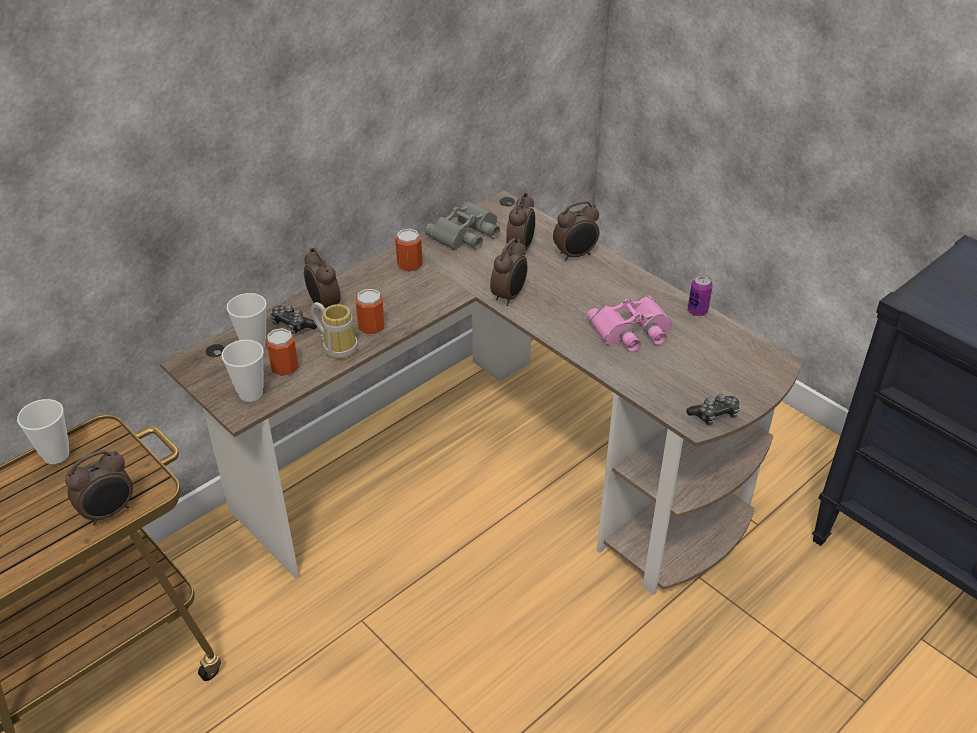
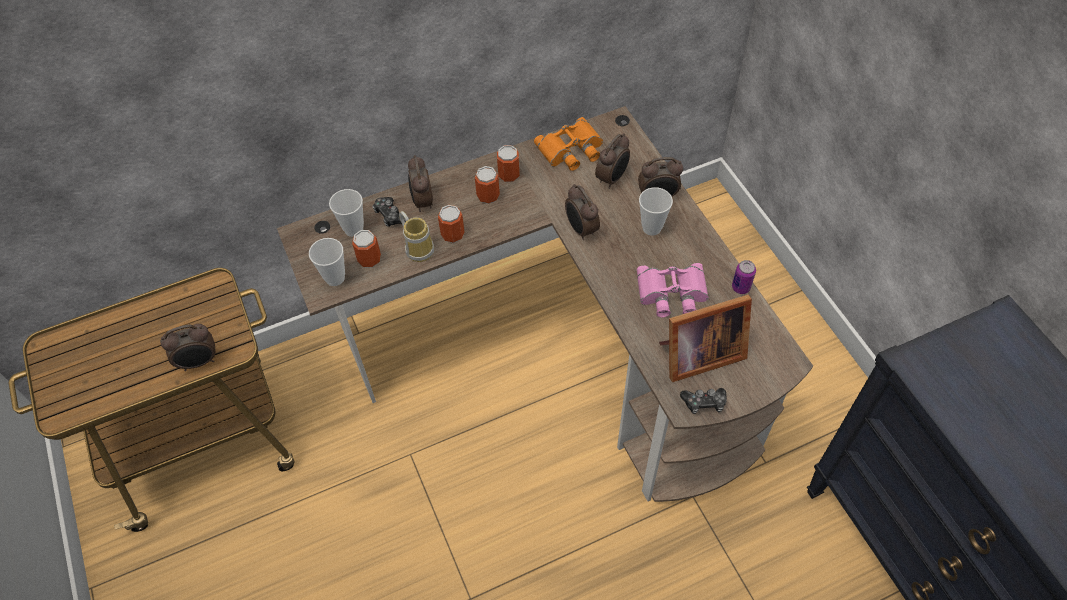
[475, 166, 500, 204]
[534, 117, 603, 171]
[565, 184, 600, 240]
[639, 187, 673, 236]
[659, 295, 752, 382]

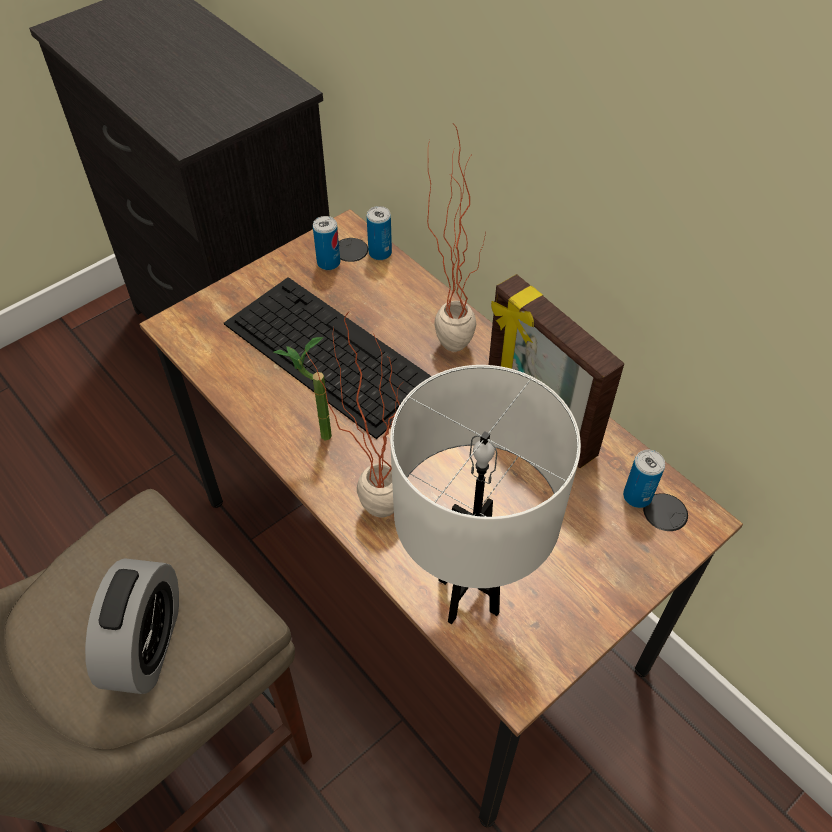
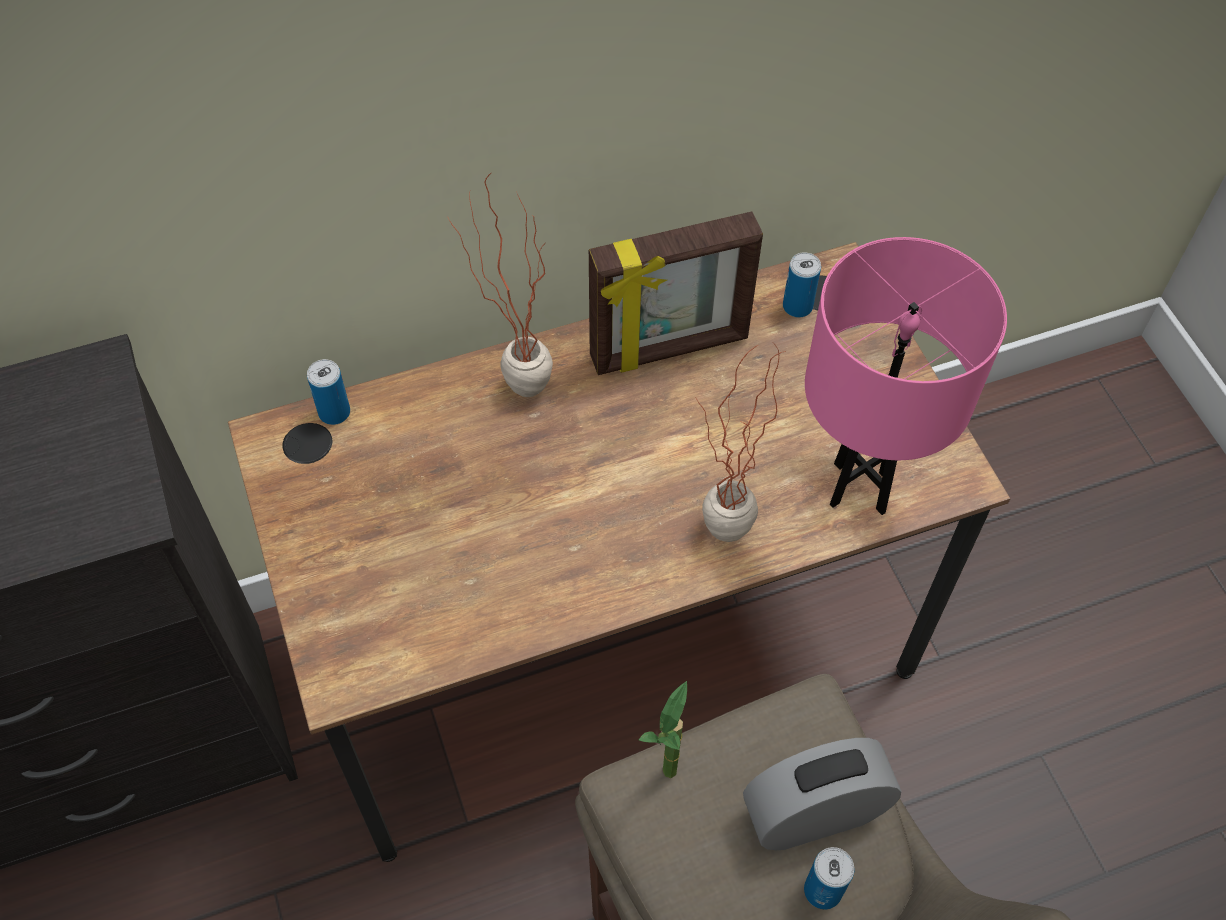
[639, 681, 687, 778]
[743, 738, 901, 850]
[804, 847, 854, 909]
[805, 237, 1007, 515]
[224, 277, 431, 439] (first image)

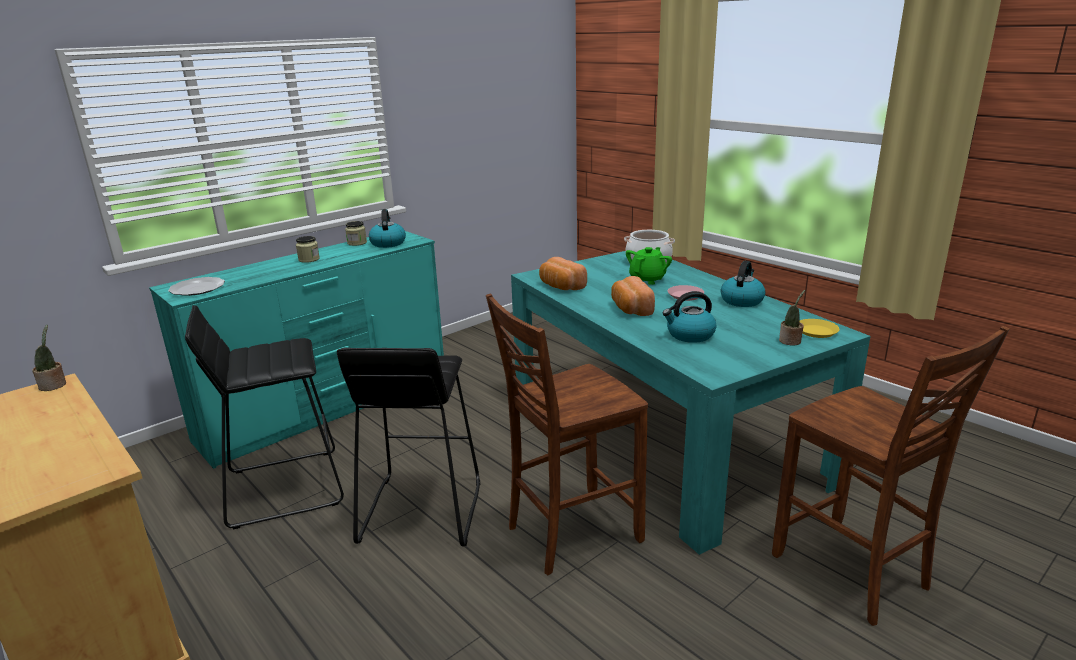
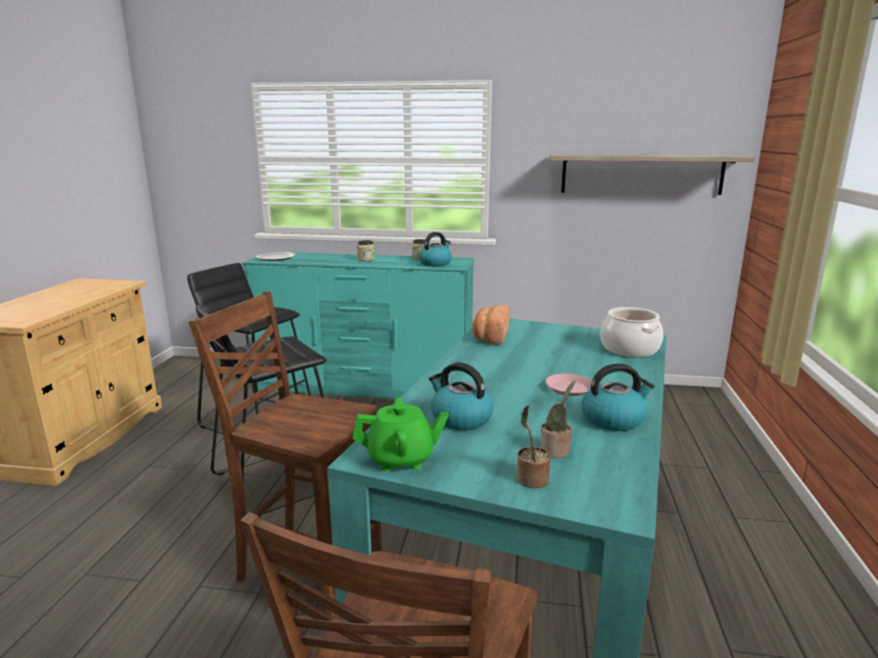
[352, 398, 449, 472]
[540, 381, 575, 458]
[549, 154, 755, 195]
[611, 276, 655, 316] (first image)
[799, 319, 840, 338] (first image)

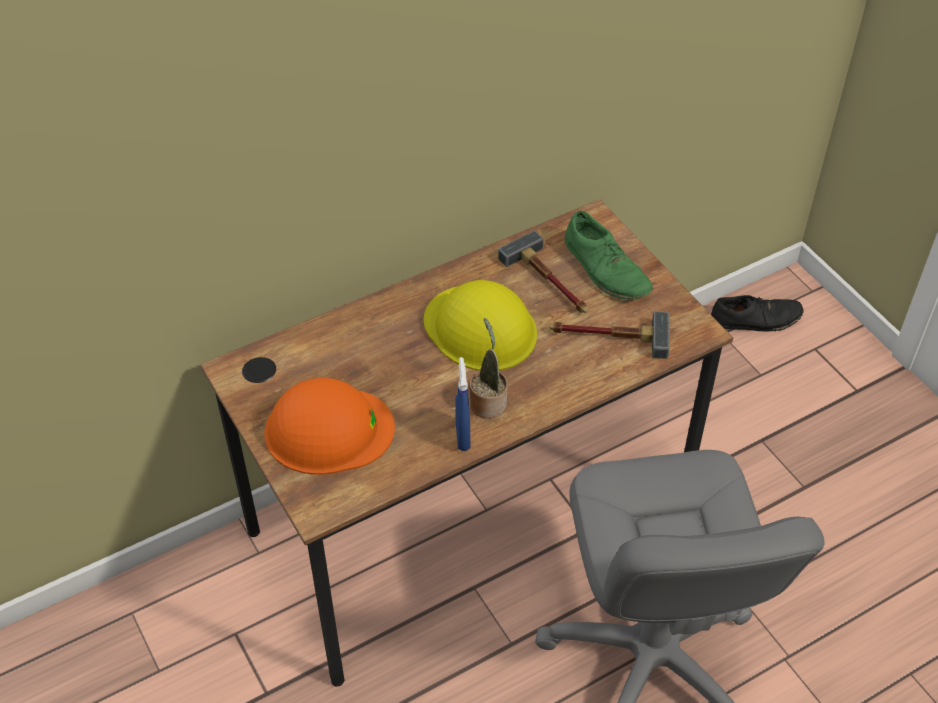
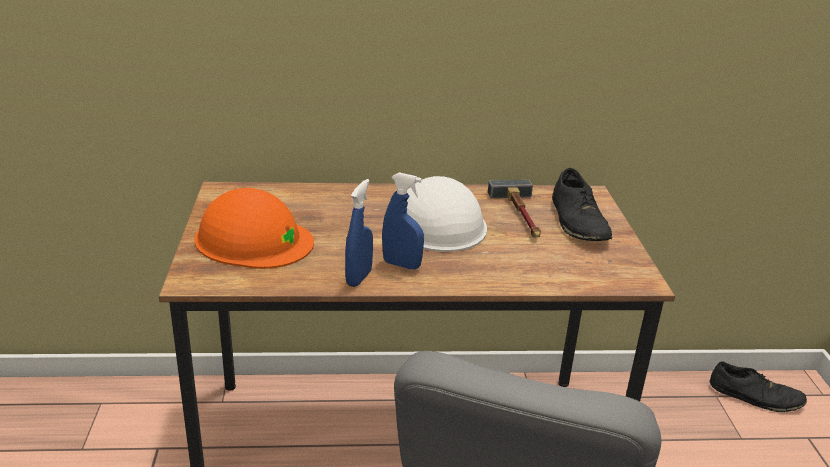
[382, 172, 424, 269]
[407, 176, 487, 252]
[552, 168, 612, 241]
[549, 312, 670, 359] (first image)

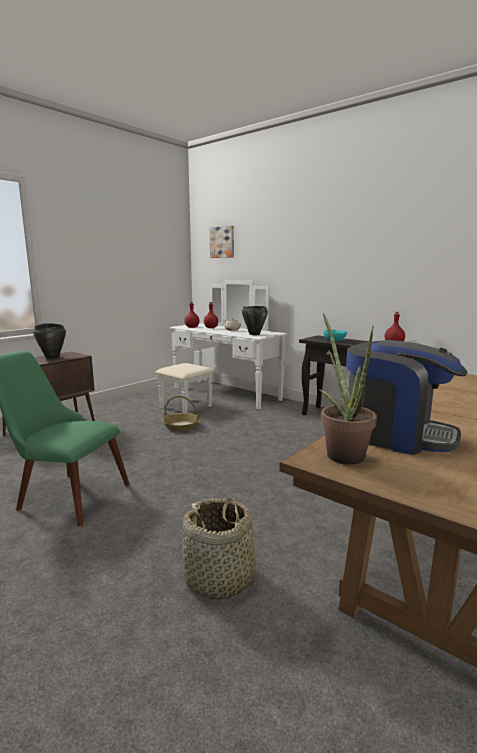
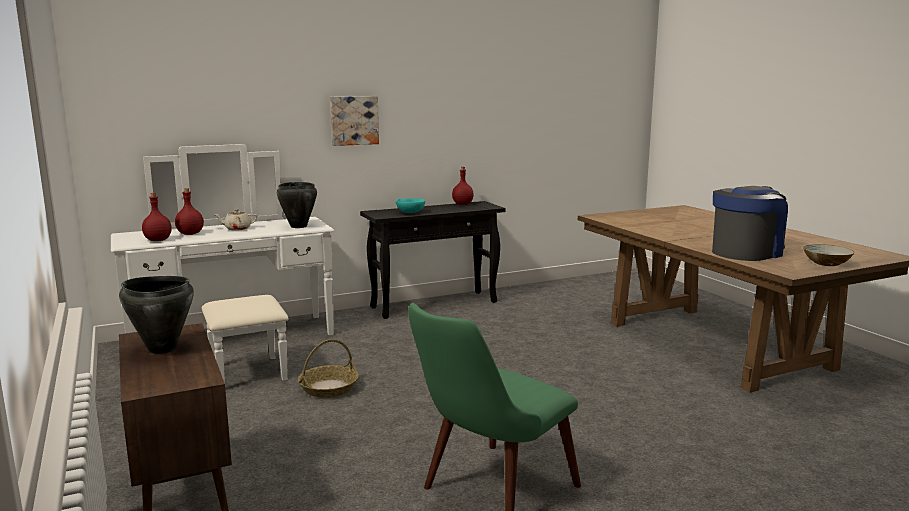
[330, 96, 379, 146]
[803, 244, 855, 266]
[182, 498, 264, 600] (first image)
[319, 313, 377, 465] (first image)

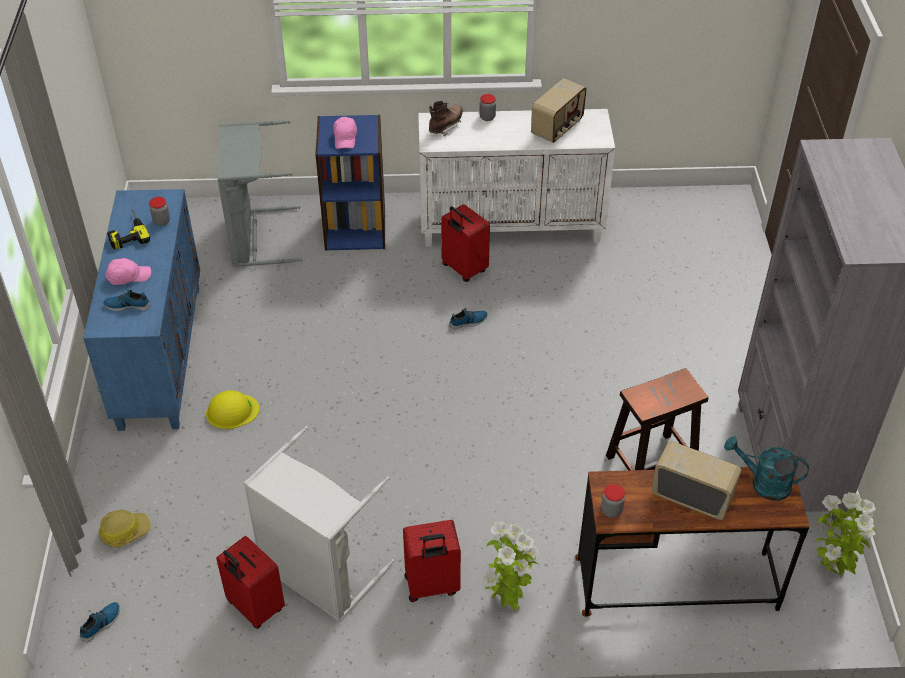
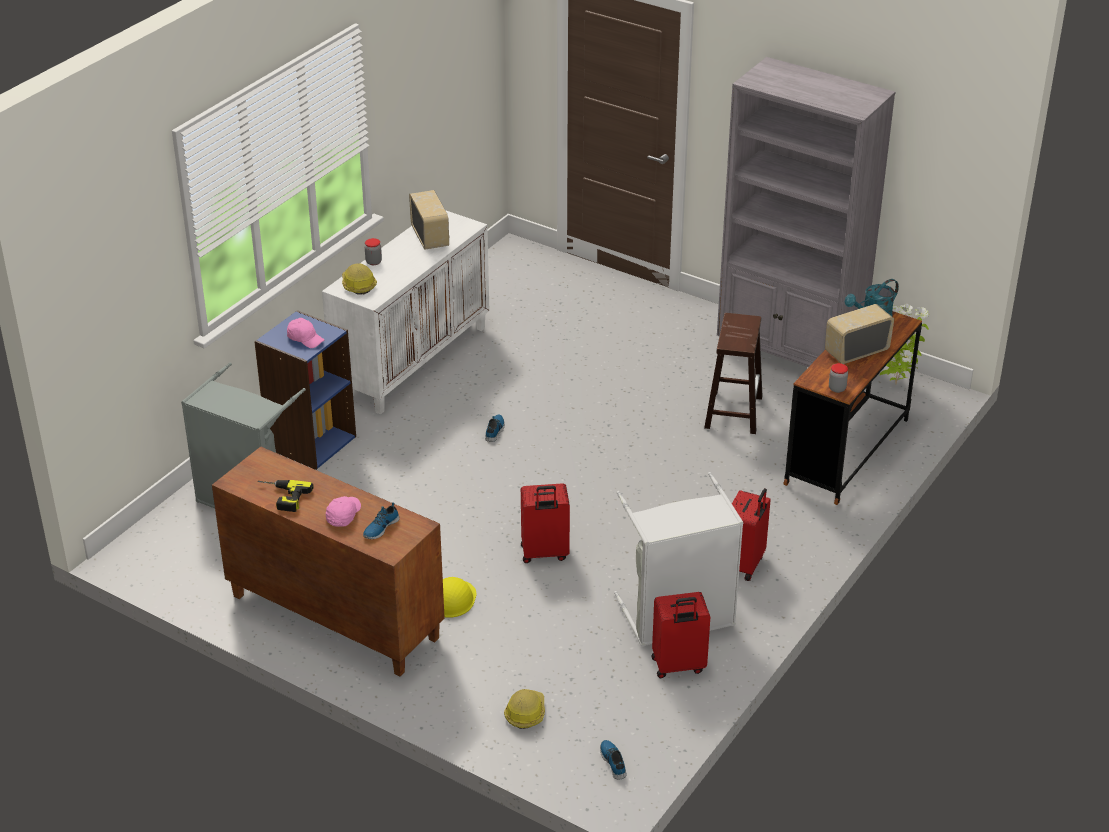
[212, 446, 445, 677]
[342, 263, 377, 295]
[521, 483, 570, 563]
[149, 197, 170, 226] (first image)
[483, 522, 539, 611] (first image)

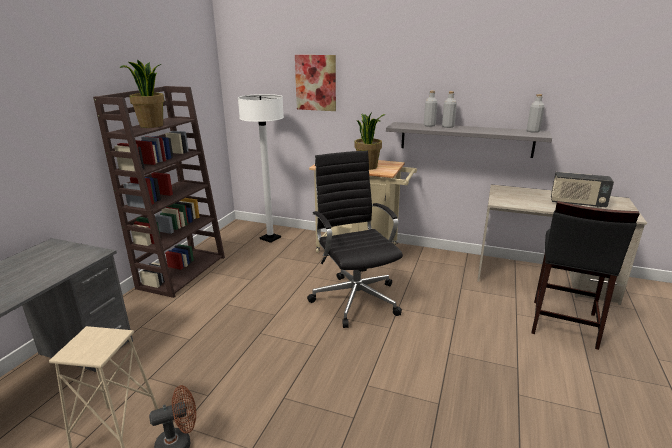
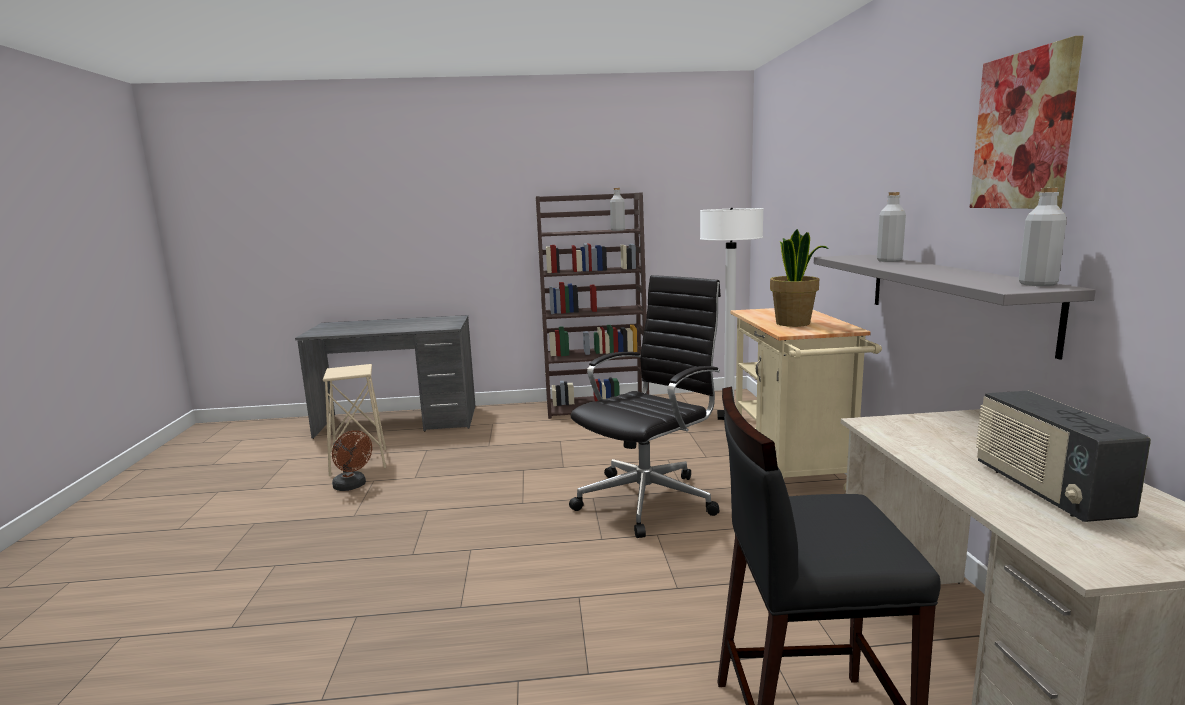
[610, 188, 625, 231]
[969, 36, 1084, 209]
[119, 59, 164, 128] (first image)

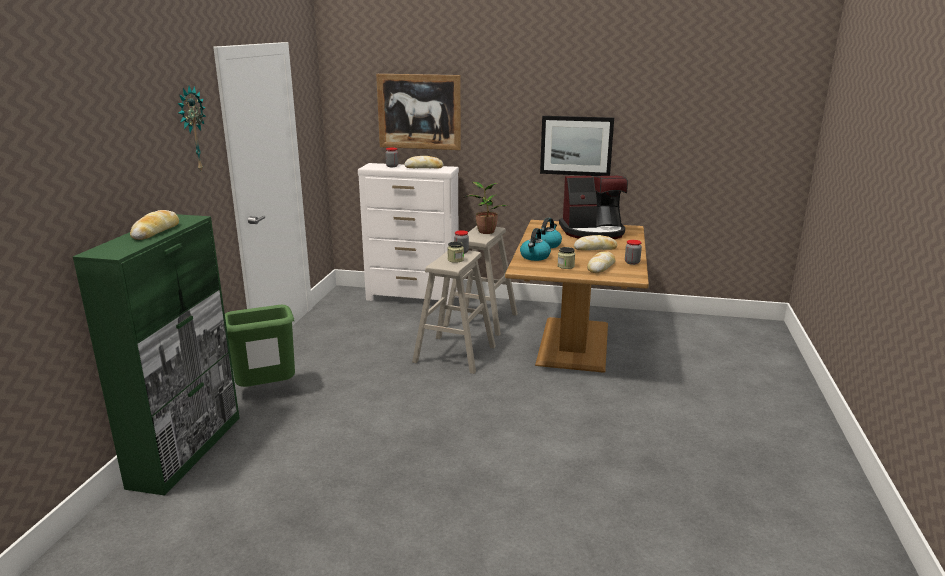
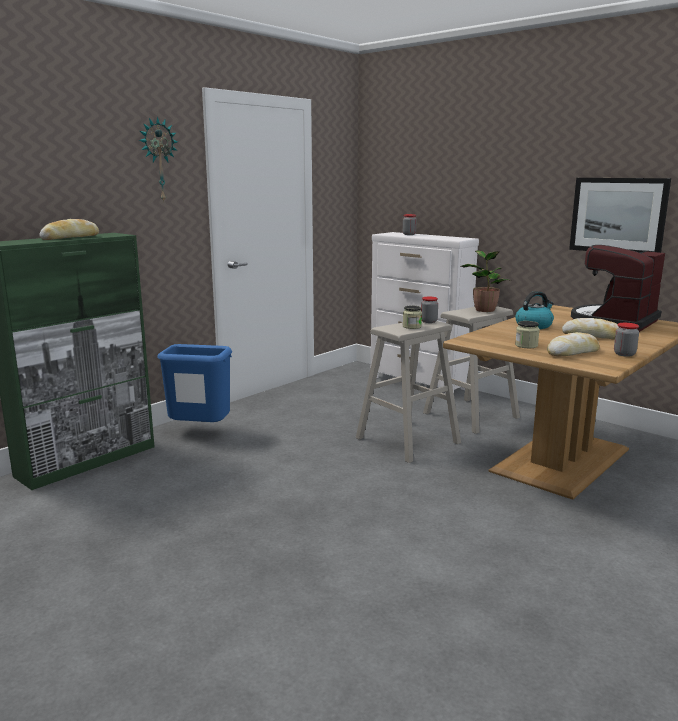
[157, 344, 232, 422]
[571, 245, 665, 332]
[376, 74, 461, 150] (first image)
[404, 156, 444, 168] (first image)
[520, 228, 551, 261] (first image)

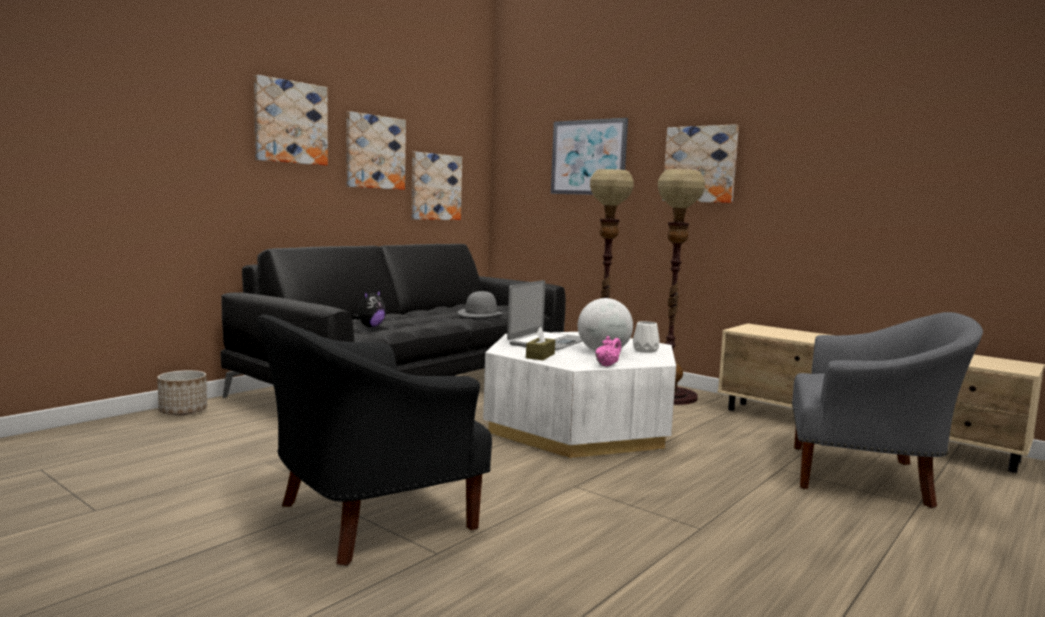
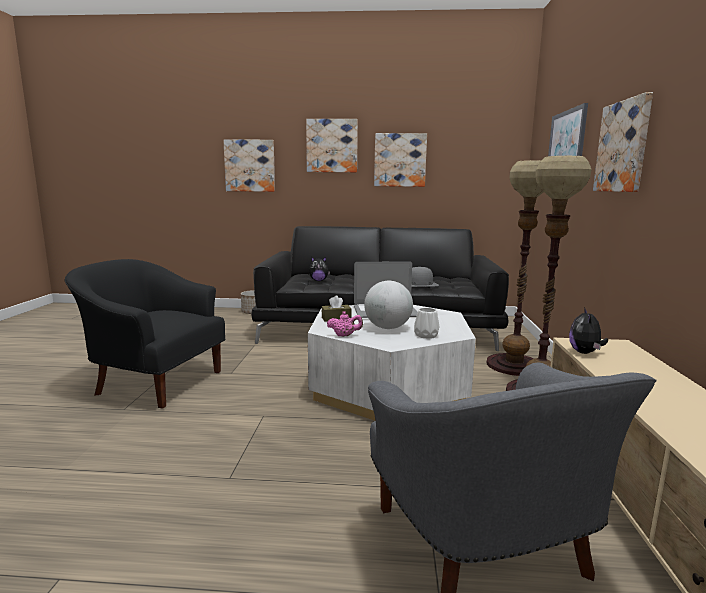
[223, 139, 275, 192]
[569, 307, 608, 354]

